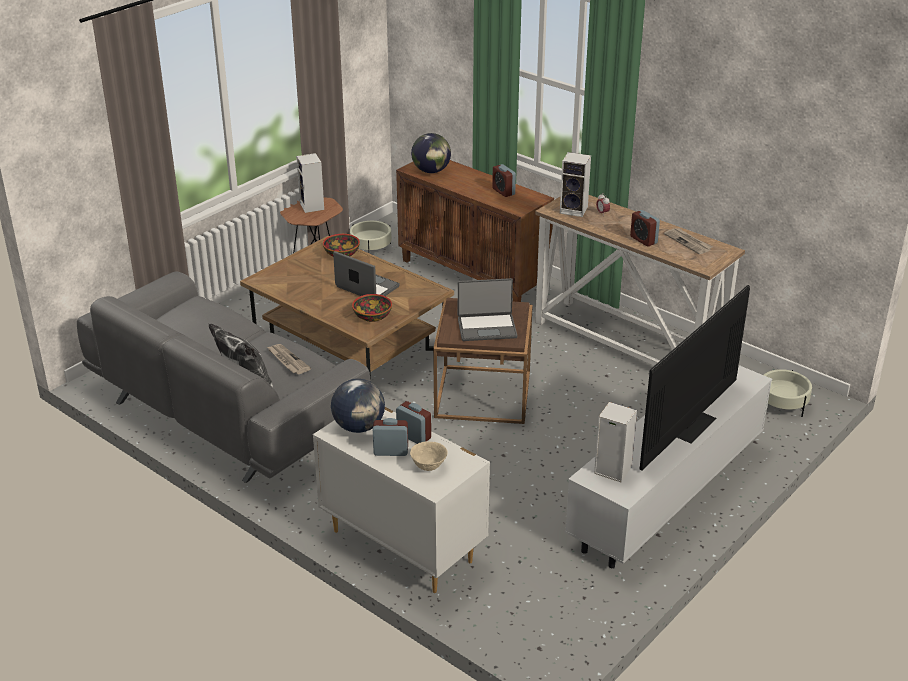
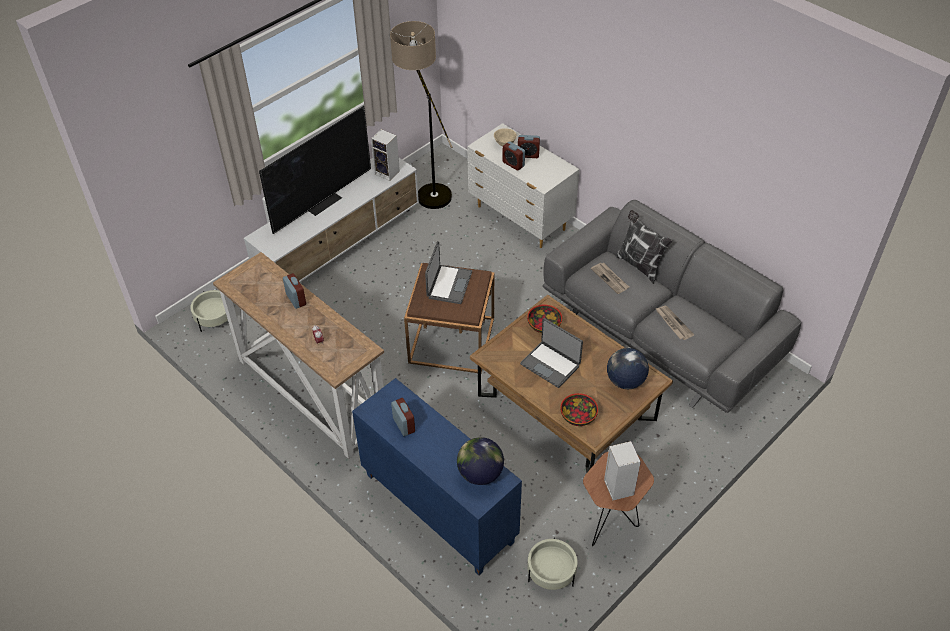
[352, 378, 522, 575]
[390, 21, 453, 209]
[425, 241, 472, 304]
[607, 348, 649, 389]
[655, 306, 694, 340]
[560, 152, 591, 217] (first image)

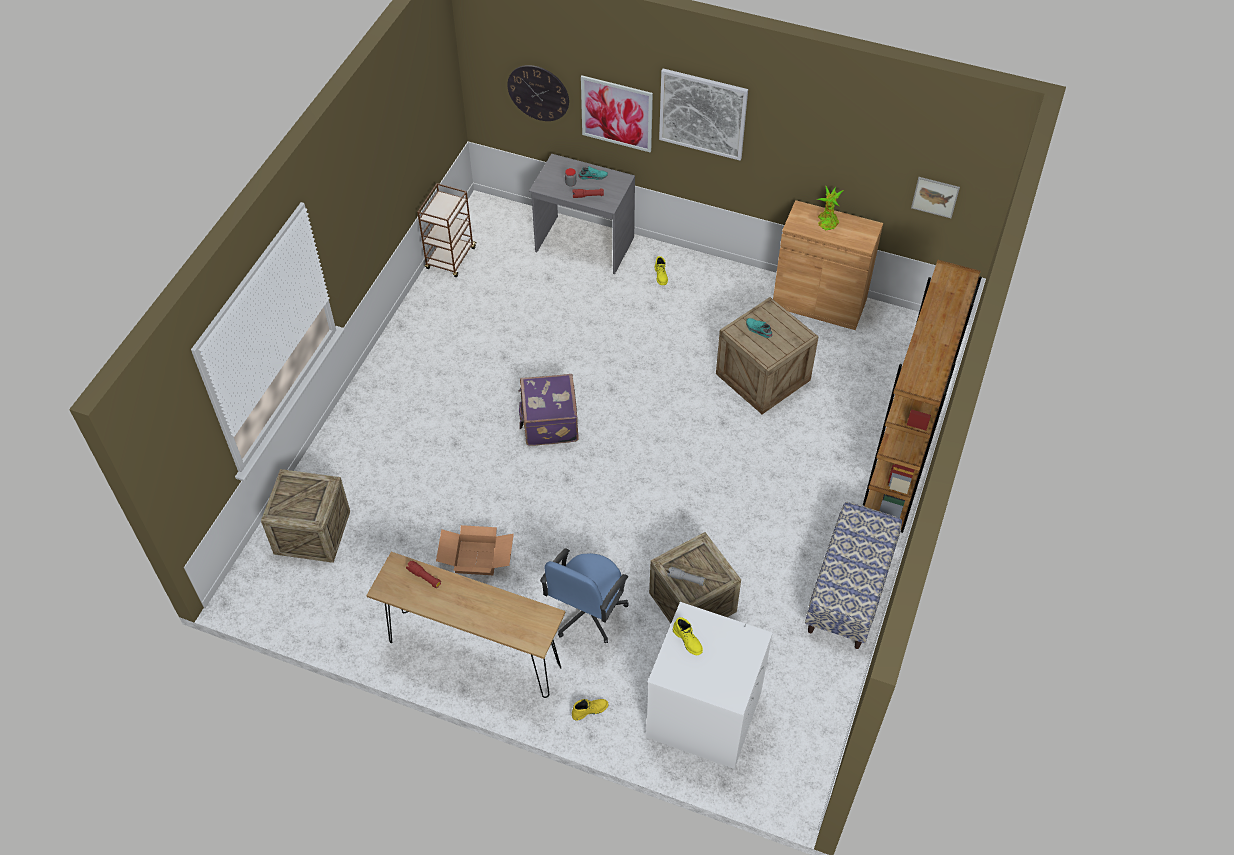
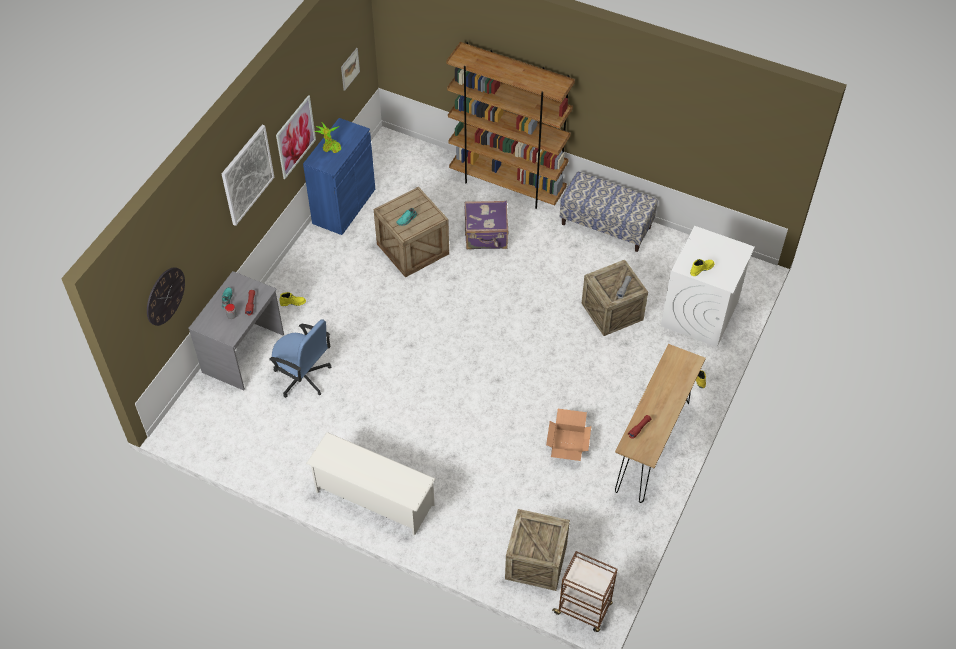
[269, 319, 331, 398]
[276, 95, 316, 179]
[303, 118, 375, 235]
[306, 432, 435, 536]
[465, 201, 509, 250]
[552, 551, 618, 632]

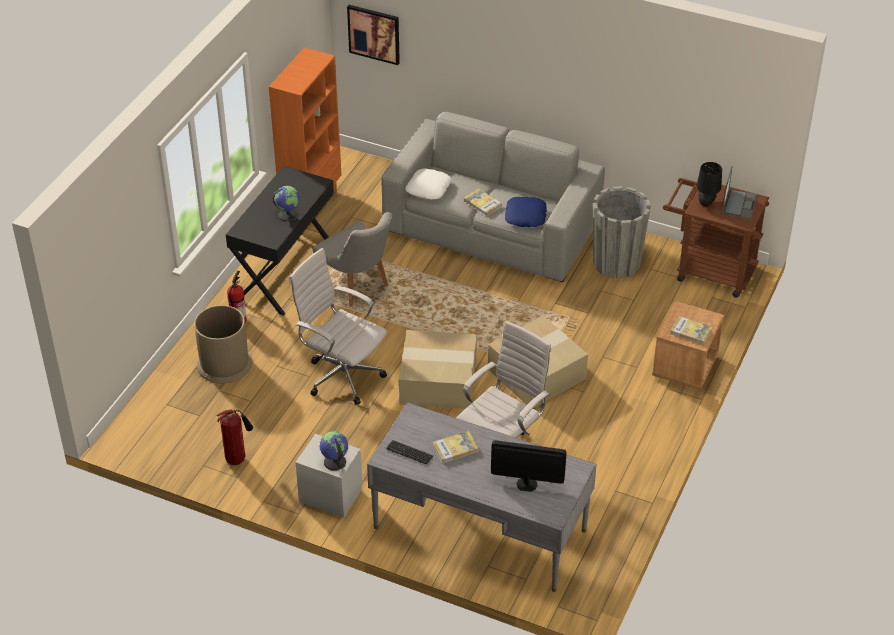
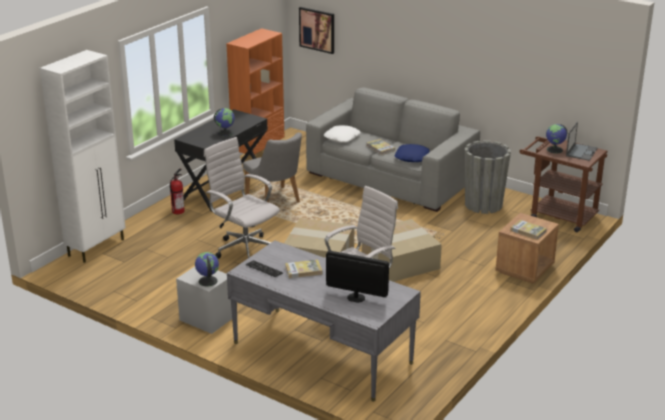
[40, 50, 126, 263]
[546, 124, 567, 153]
[194, 305, 252, 384] (first image)
[217, 410, 253, 465] (first image)

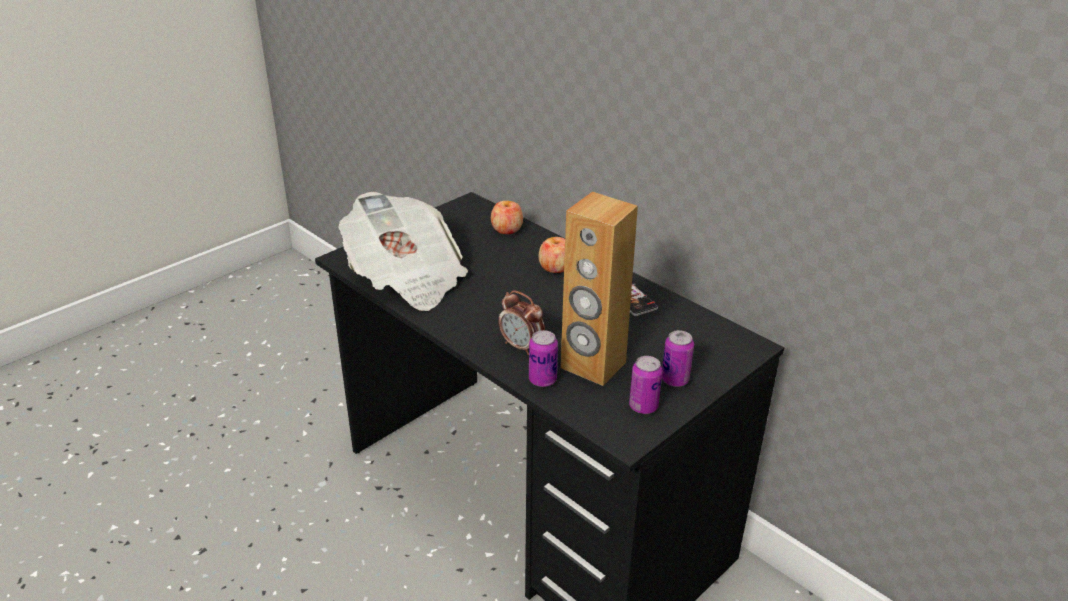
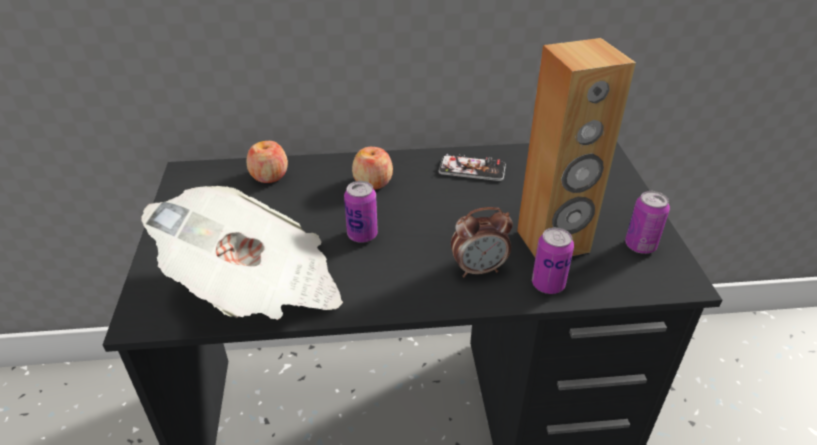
[344, 181, 378, 243]

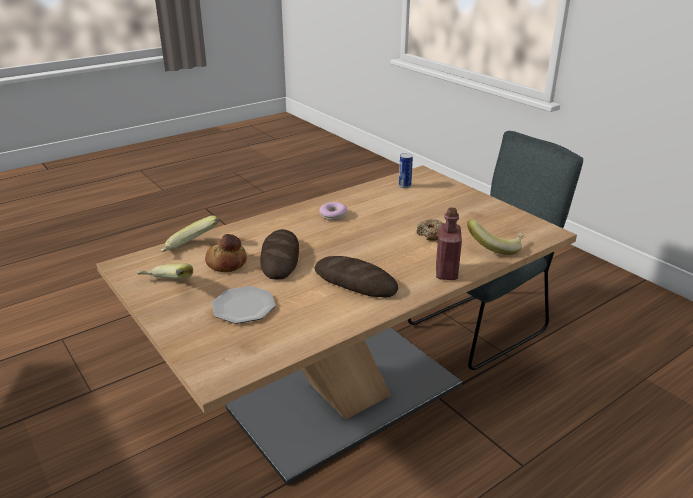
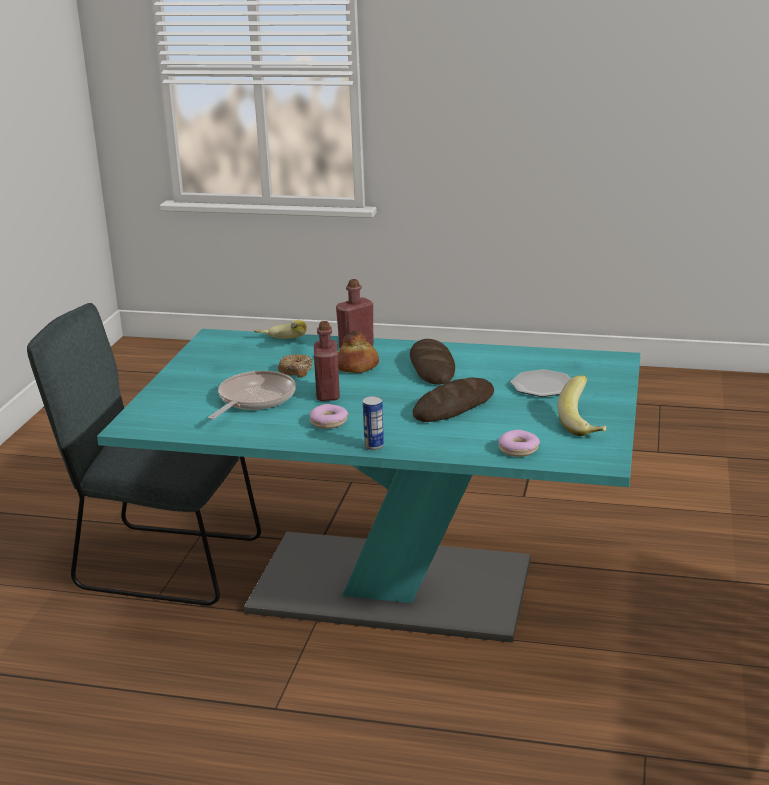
[97, 329, 640, 643]
[208, 371, 296, 419]
[314, 321, 340, 401]
[338, 331, 379, 373]
[363, 396, 384, 450]
[498, 430, 540, 457]

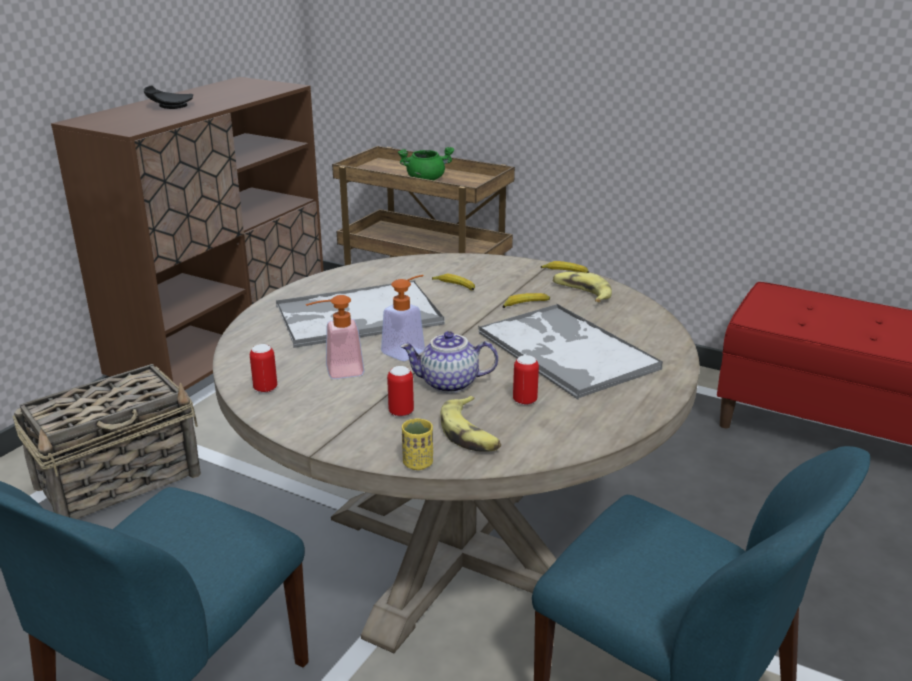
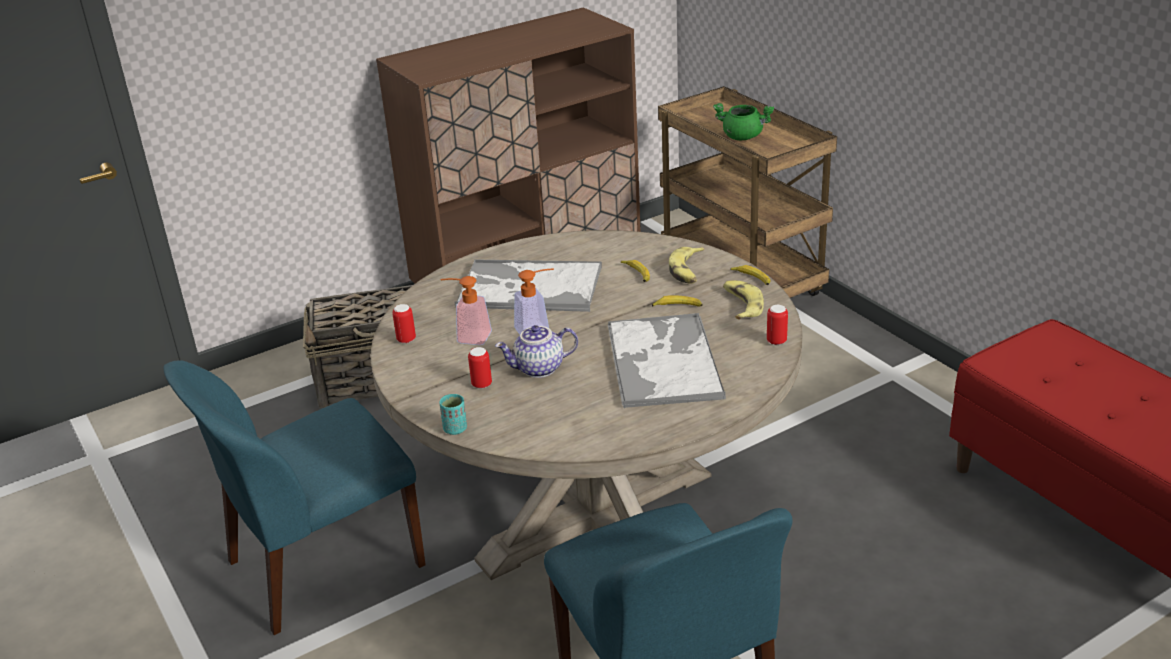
[439, 394, 467, 435]
[495, 325, 578, 378]
[669, 247, 705, 284]
[767, 305, 788, 345]
[144, 85, 193, 109] (first image)

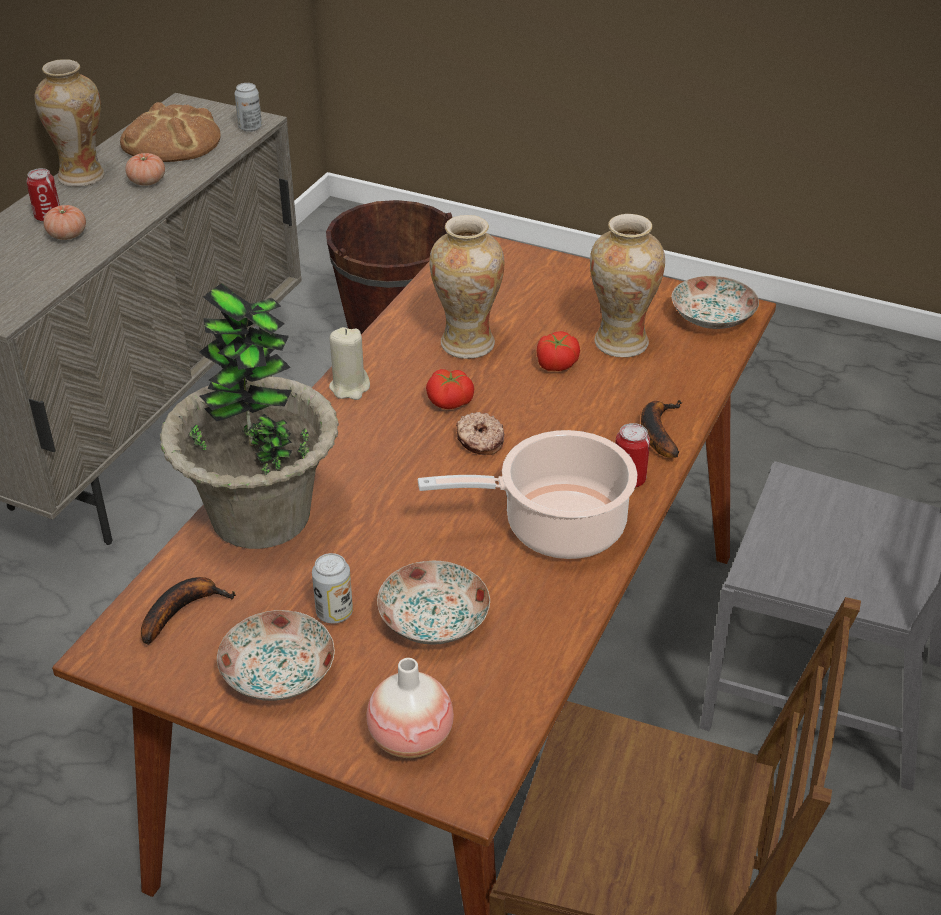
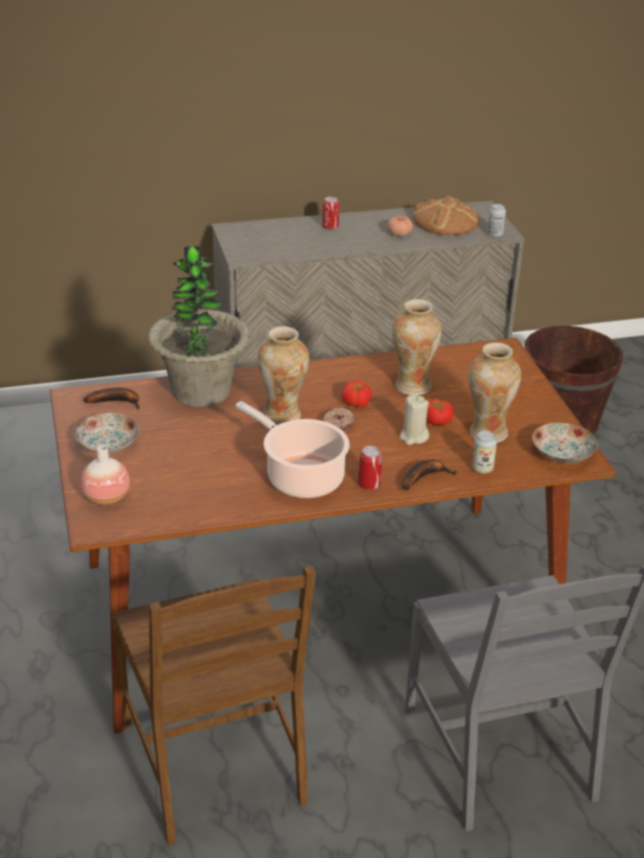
[257, 326, 309, 425]
[399, 395, 429, 445]
[472, 431, 497, 474]
[43, 205, 86, 240] (first image)
[377, 561, 490, 644] (first image)

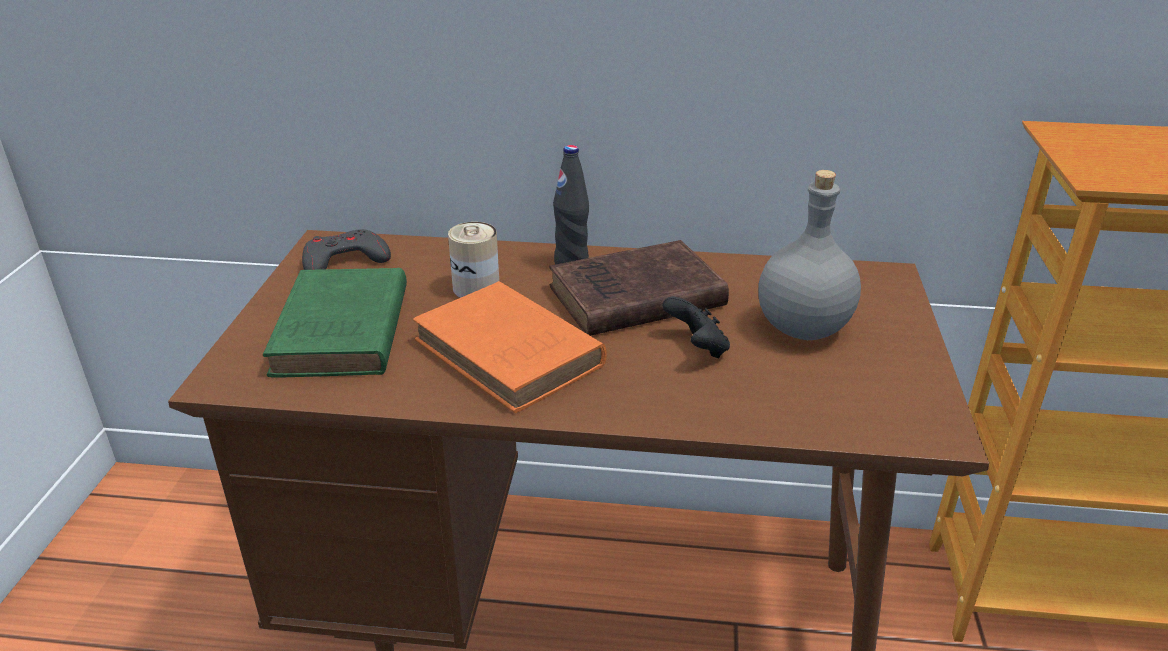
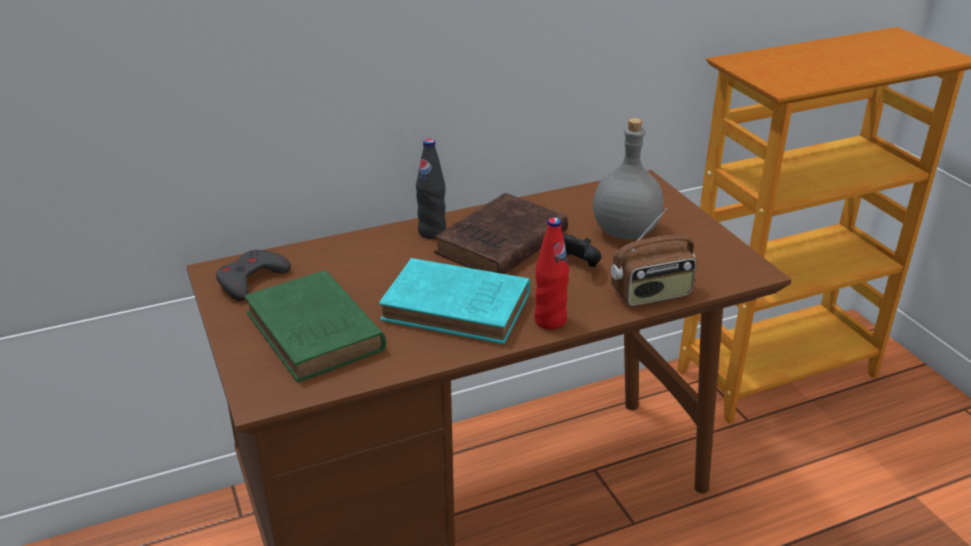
[379, 258, 530, 344]
[534, 218, 569, 330]
[611, 209, 697, 306]
[448, 222, 499, 298] (first image)

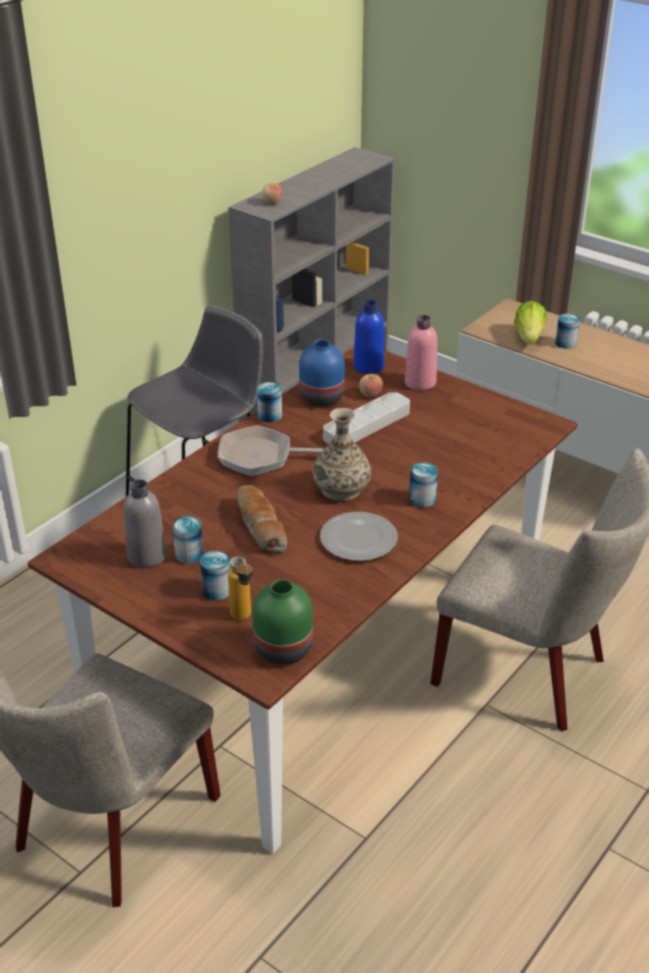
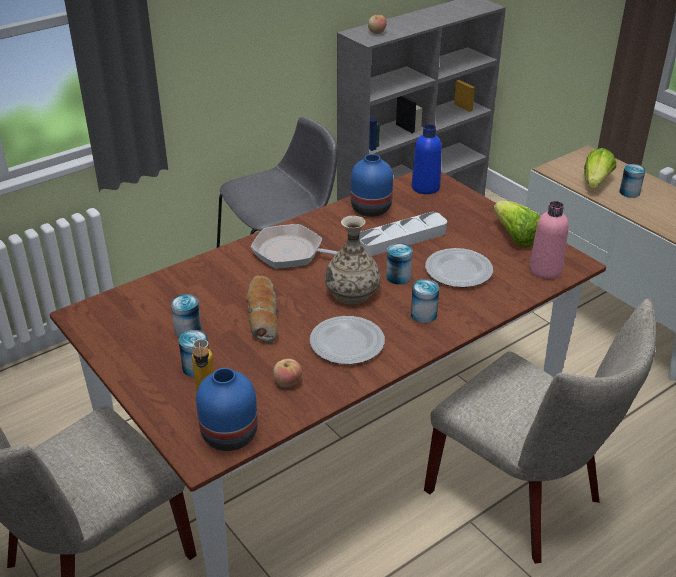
[196, 368, 258, 451]
[273, 359, 302, 387]
[386, 243, 413, 285]
[425, 248, 493, 287]
[493, 200, 541, 248]
[529, 201, 569, 279]
[123, 479, 166, 568] (first image)

